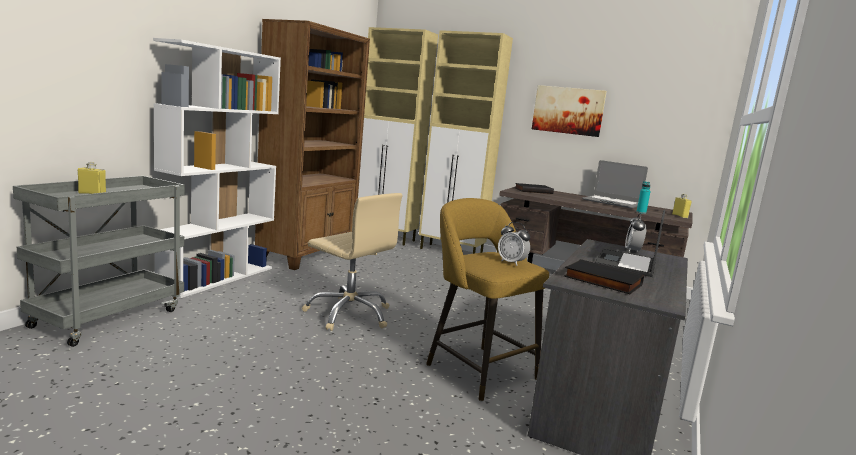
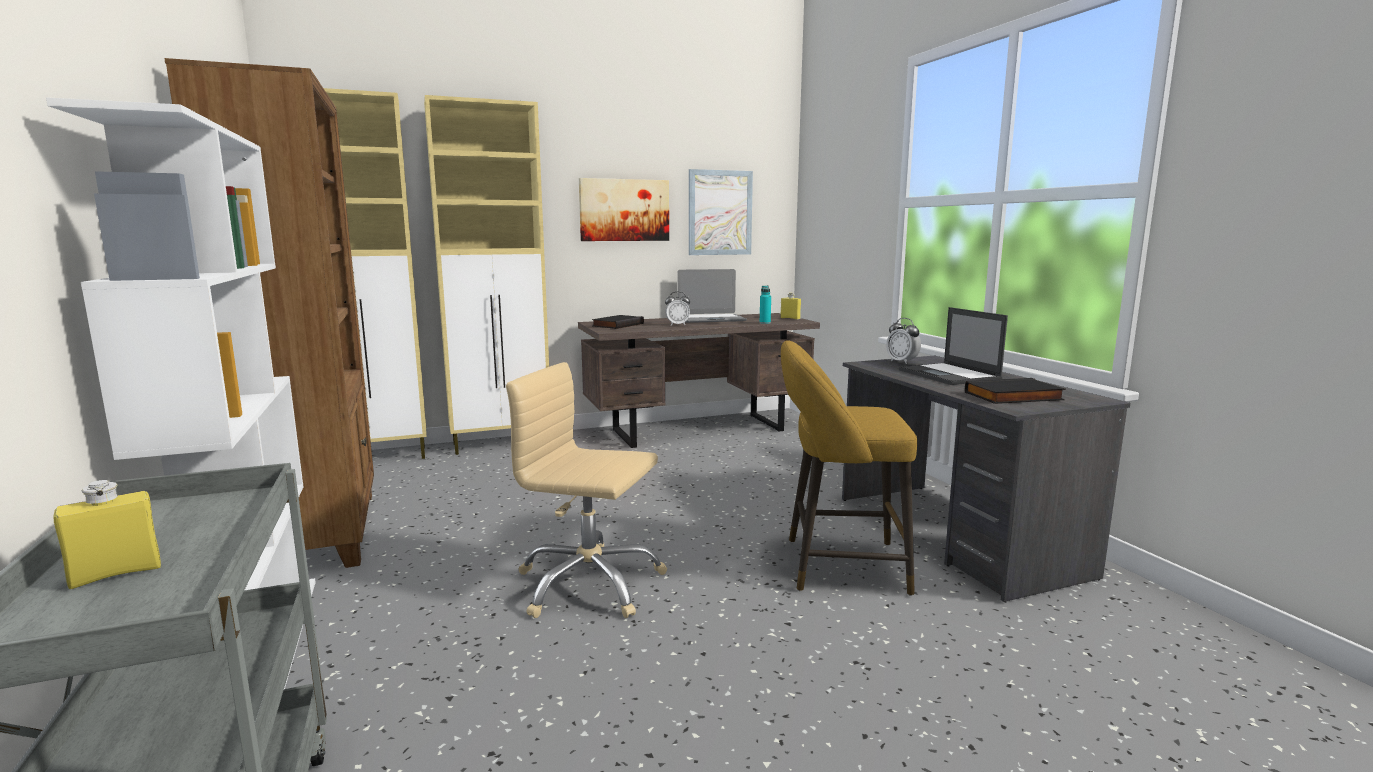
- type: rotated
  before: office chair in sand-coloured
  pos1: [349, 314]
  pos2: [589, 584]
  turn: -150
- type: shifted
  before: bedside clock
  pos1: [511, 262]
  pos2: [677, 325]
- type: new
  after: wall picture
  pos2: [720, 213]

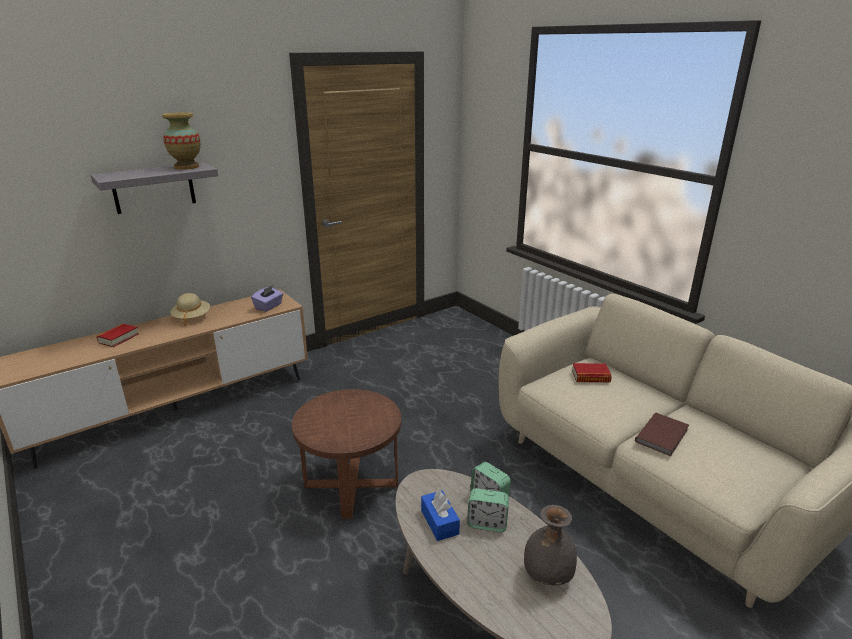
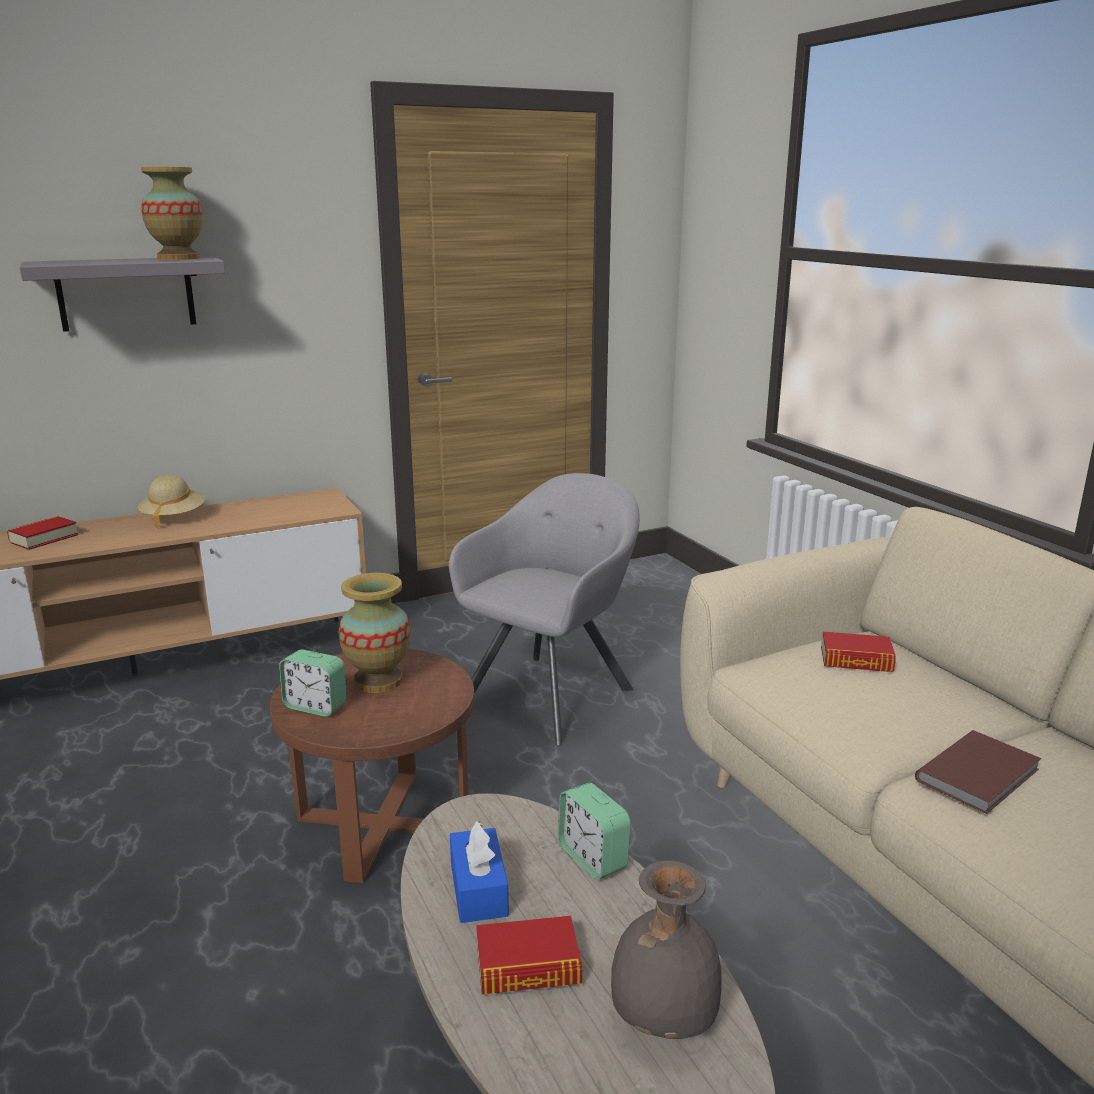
- type: gone
  before: box of tissues in purple-coloured
  pos1: [269, 306]
- type: shifted
  before: bedside clock
  pos1: [487, 523]
  pos2: [315, 706]
- type: new
  after: decorative vase
  pos2: [378, 681]
- type: new
  after: armchair in gray
  pos2: [551, 693]
- type: new
  after: volume
  pos2: [528, 966]

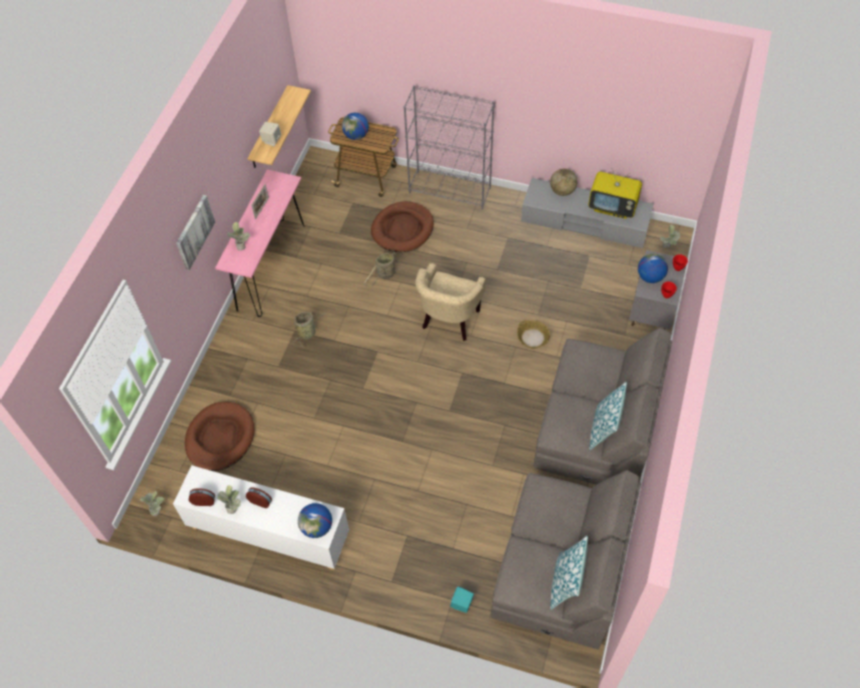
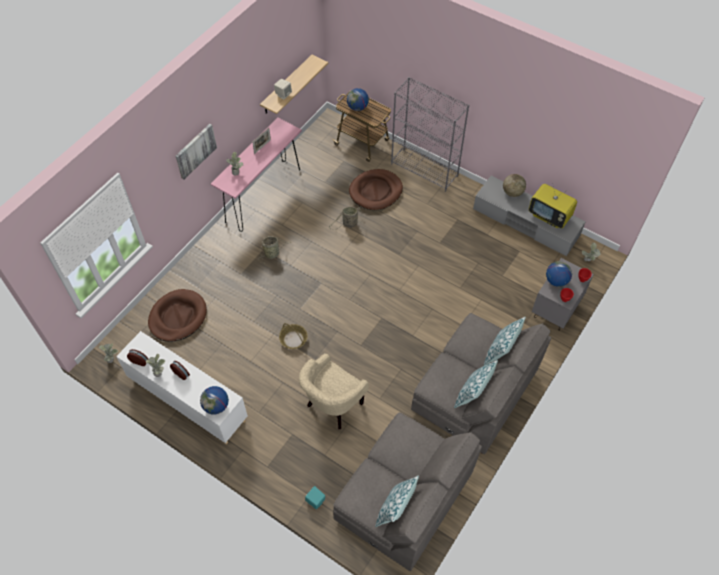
- type: shifted
  before: armchair in sand-coloured
  pos1: [449, 321]
  pos2: [332, 406]
- type: shifted
  before: household basket
  pos1: [533, 338]
  pos2: [293, 339]
- type: new
  after: pillow
  pos2: [501, 351]

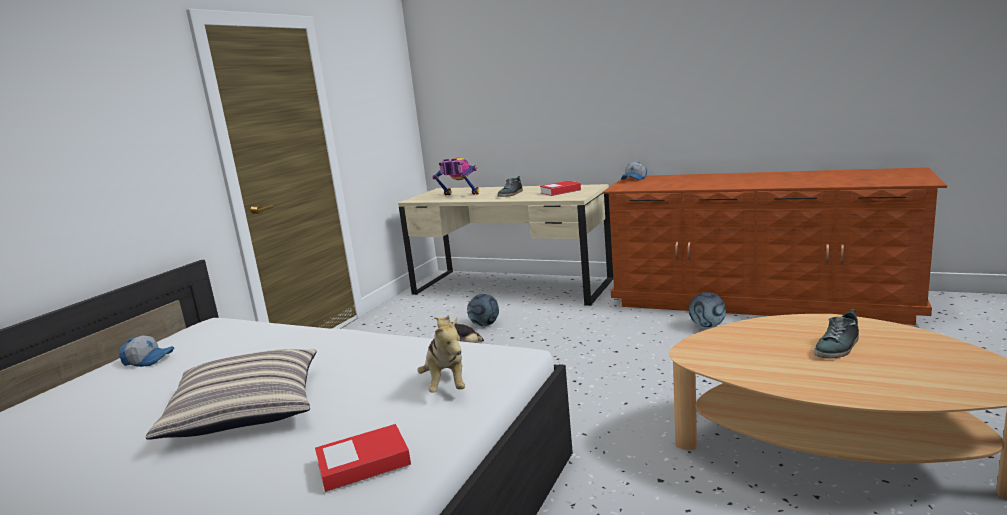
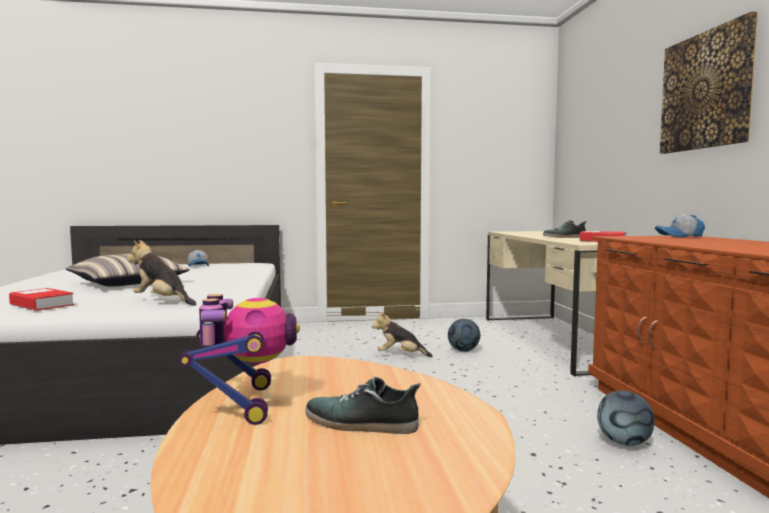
- type: rotated
  before: cuddly toy
  pos1: [446, 385]
  pos2: [162, 302]
  turn: 75
- type: shifted
  before: model robot
  pos1: [459, 195]
  pos2: [243, 404]
- type: new
  after: wall picture
  pos2: [706, 91]

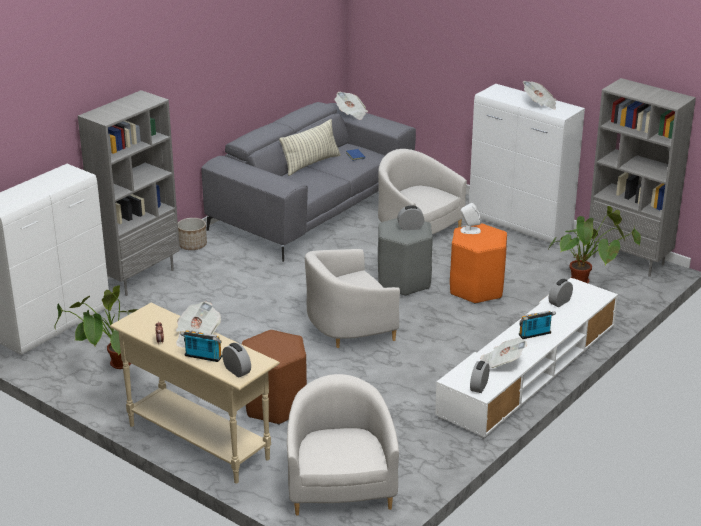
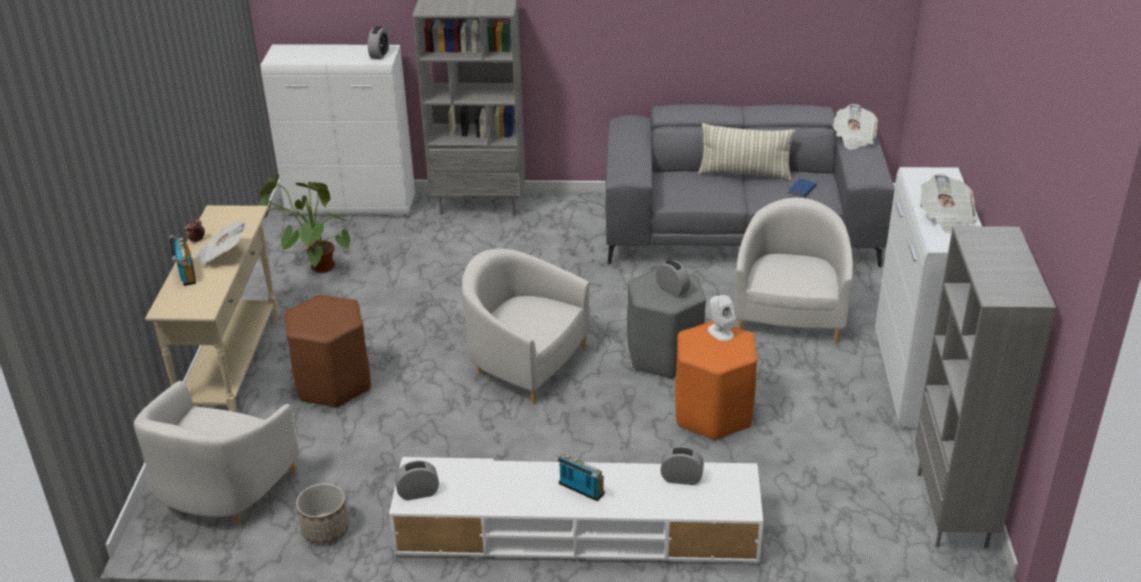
- type: shifted
  before: flower pot
  pos1: [192, 245]
  pos2: [326, 529]
- type: shifted
  before: bedside clock
  pos1: [237, 371]
  pos2: [379, 55]
- type: rotated
  before: armchair in whitish
  pos1: [340, 487]
  pos2: [223, 490]
  turn: 150
- type: gone
  before: printed paper
  pos1: [502, 363]
- type: gone
  before: potted plant
  pos1: [589, 281]

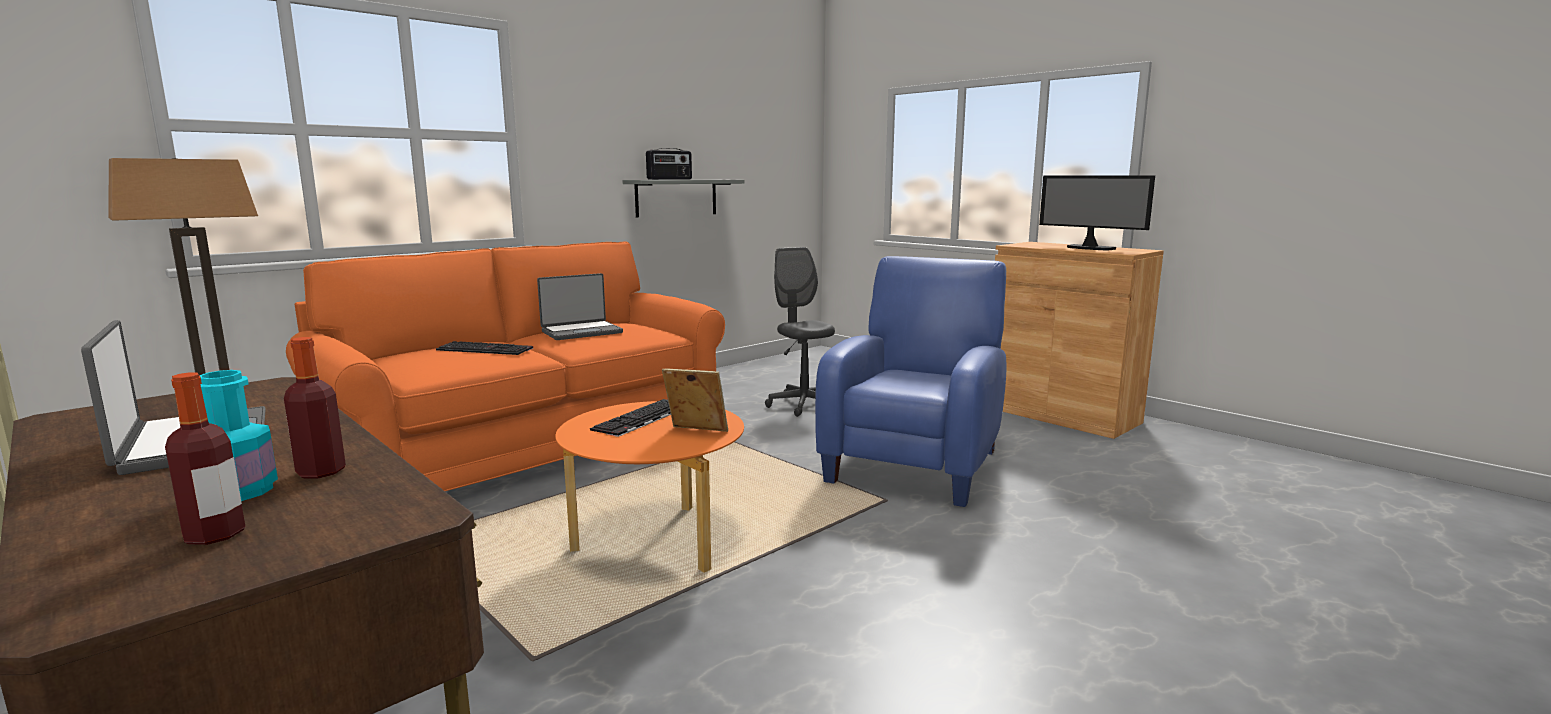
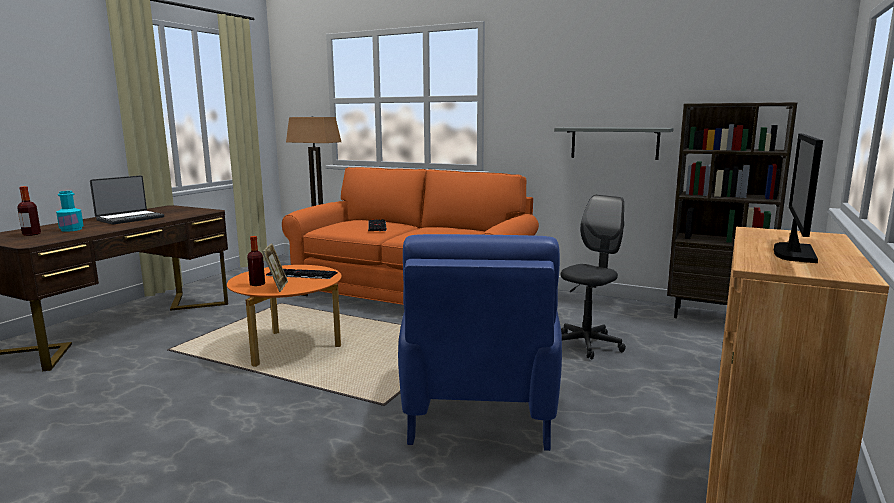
- type: shifted
  before: drink bottle
  pos1: [321, 472]
  pos2: [257, 284]
- type: gone
  before: portable computer
  pos1: [581, 332]
- type: gone
  before: radio set
  pos1: [670, 179]
- type: rotated
  before: armchair in blue
  pos1: [916, 463]
  pos2: [479, 409]
  turn: 90
- type: new
  after: bookshelf in brownish
  pos2: [716, 317]

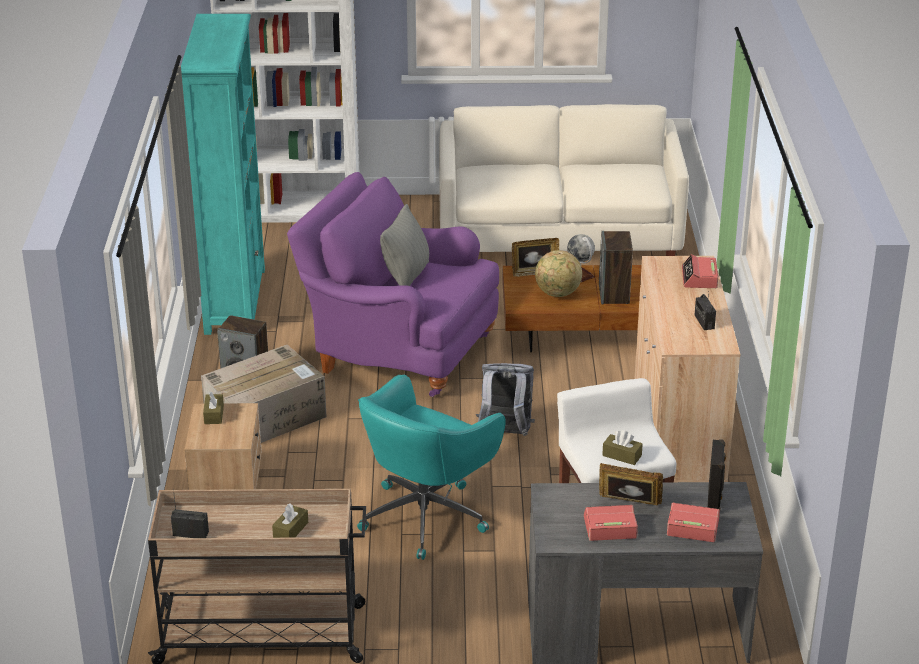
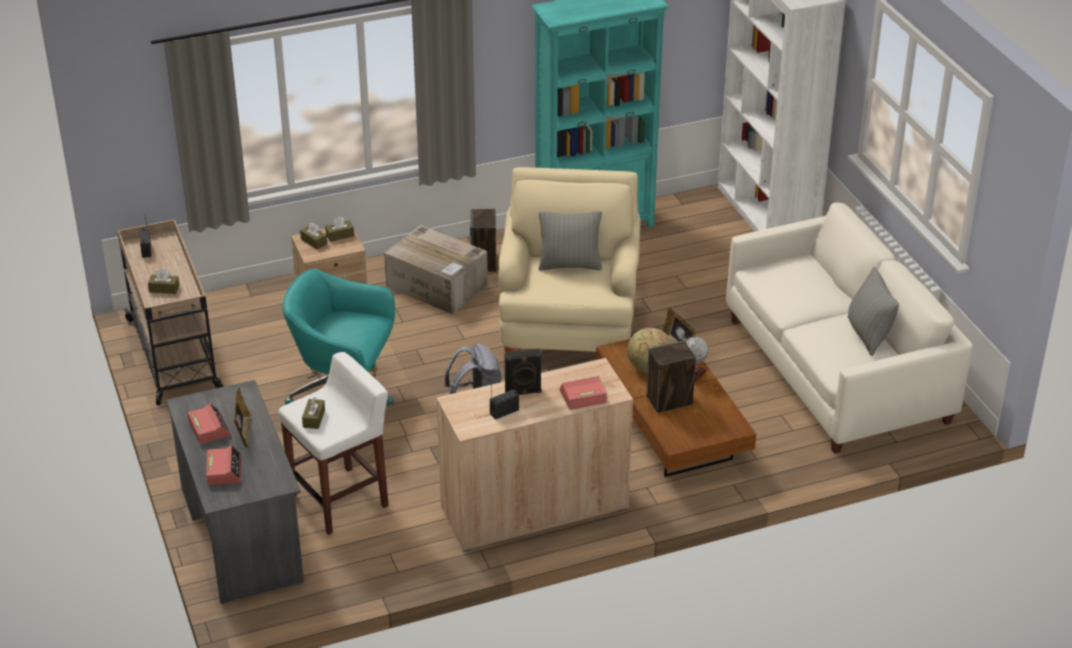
- type: repainted
  before: armchair in purple-coloured
  after: armchair in sand-coloured
  pos1: [398, 351]
  pos2: [569, 325]
- type: shifted
  before: speaker in black-coloured
  pos1: [714, 500]
  pos2: [523, 393]
- type: new
  after: box of tissues in brownish
  pos2: [314, 241]
- type: new
  after: pillow in gray
  pos2: [868, 335]

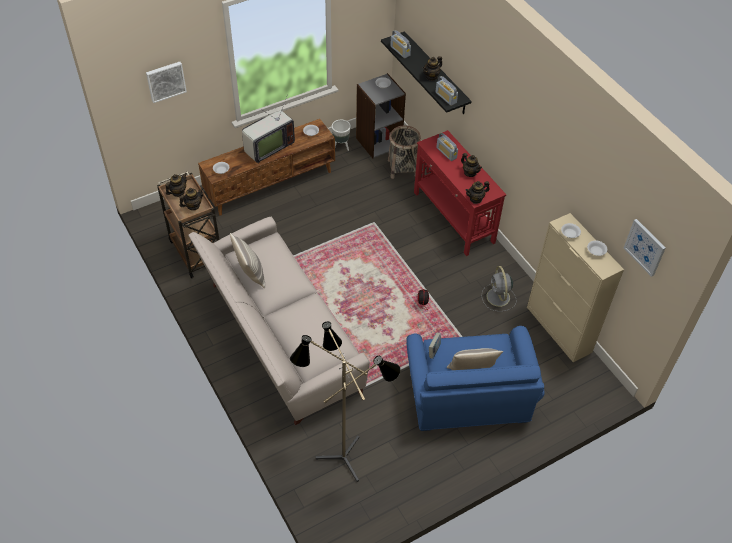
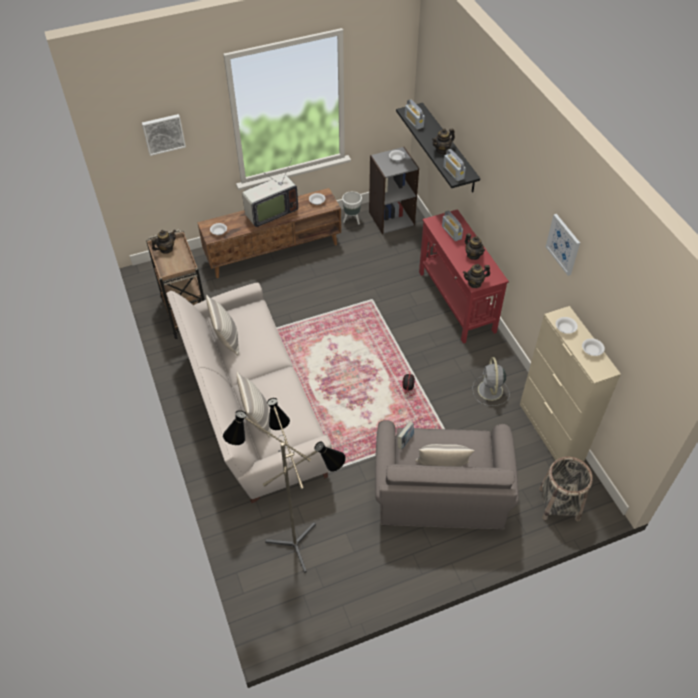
- type: gone
  before: pot for tea
  pos1: [193, 206]
- type: shifted
  before: household basket
  pos1: [403, 168]
  pos2: [559, 504]
- type: repainted
  before: armchair in blue
  after: armchair in gray
  pos1: [468, 393]
  pos2: [440, 490]
- type: shifted
  before: wall picture
  pos1: [645, 247]
  pos2: [563, 244]
- type: new
  after: pillow
  pos2: [257, 418]

